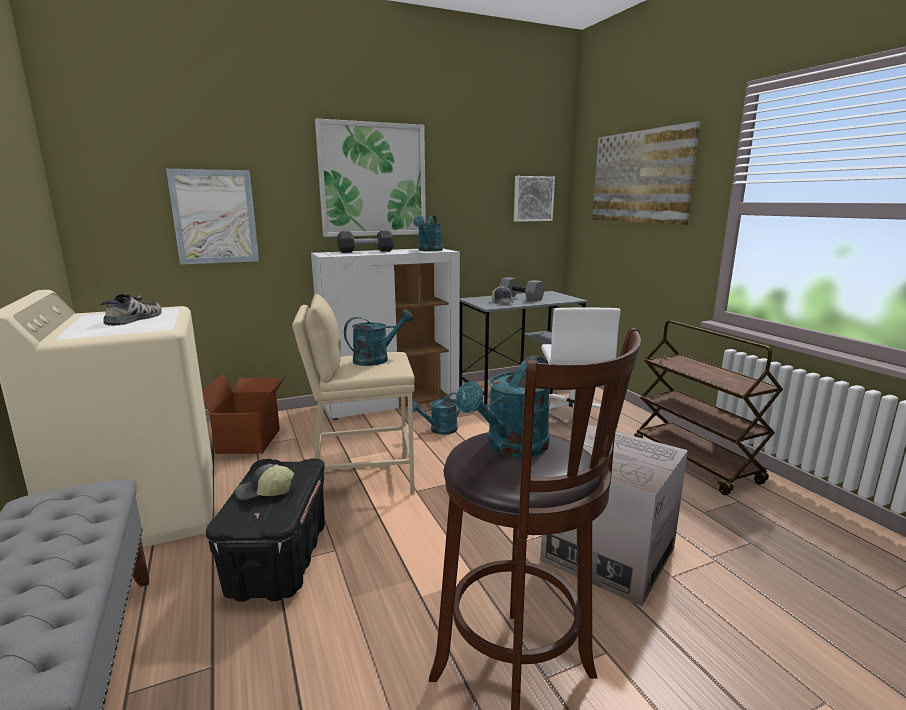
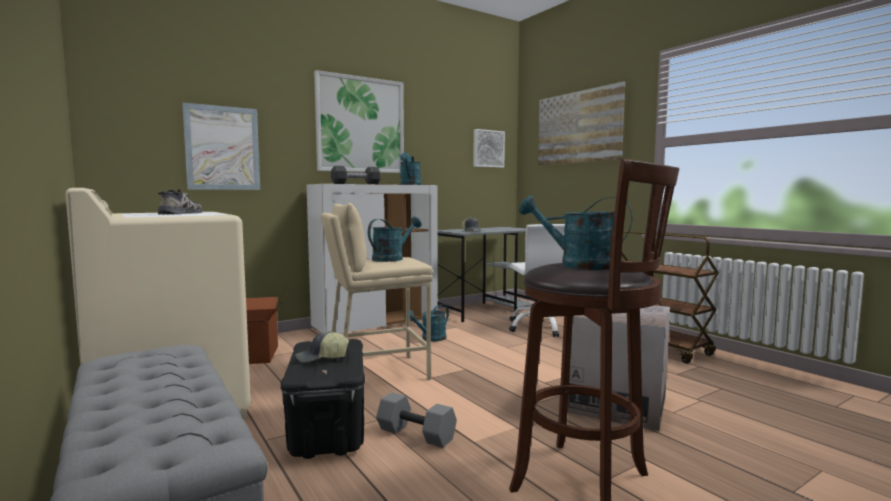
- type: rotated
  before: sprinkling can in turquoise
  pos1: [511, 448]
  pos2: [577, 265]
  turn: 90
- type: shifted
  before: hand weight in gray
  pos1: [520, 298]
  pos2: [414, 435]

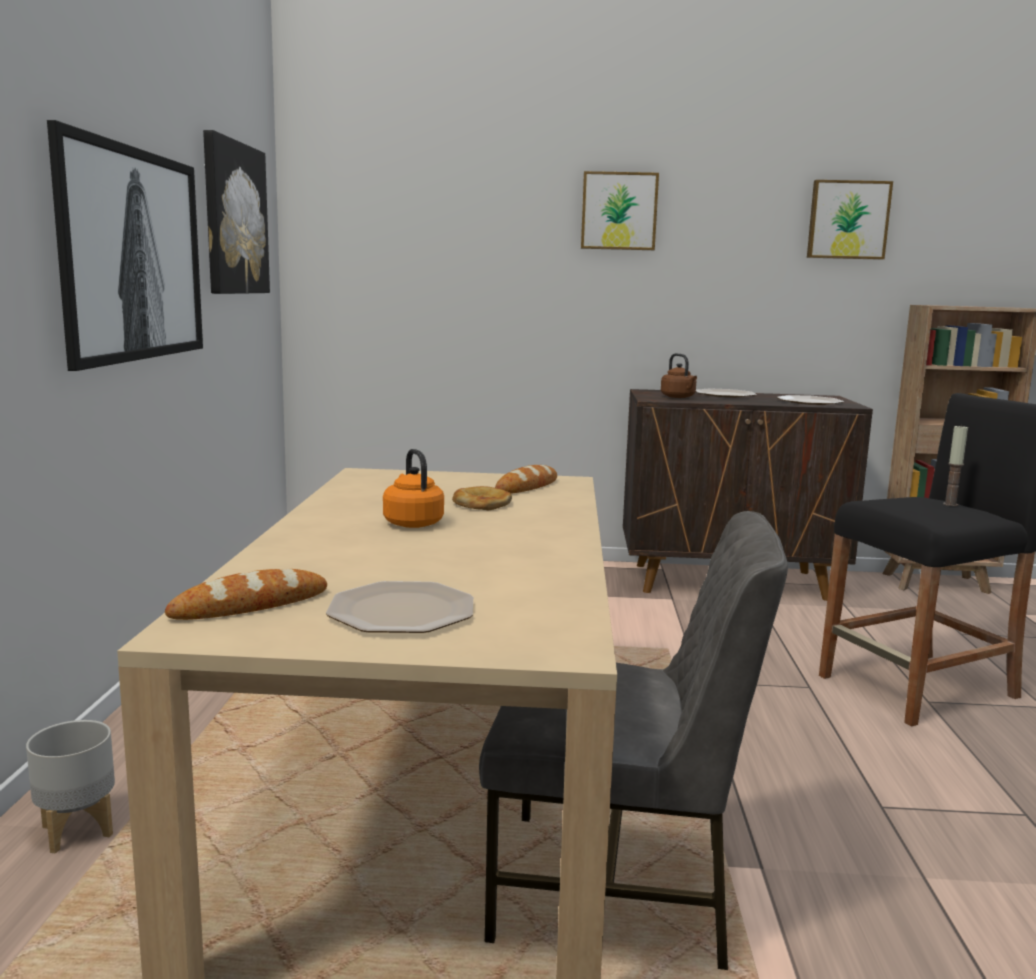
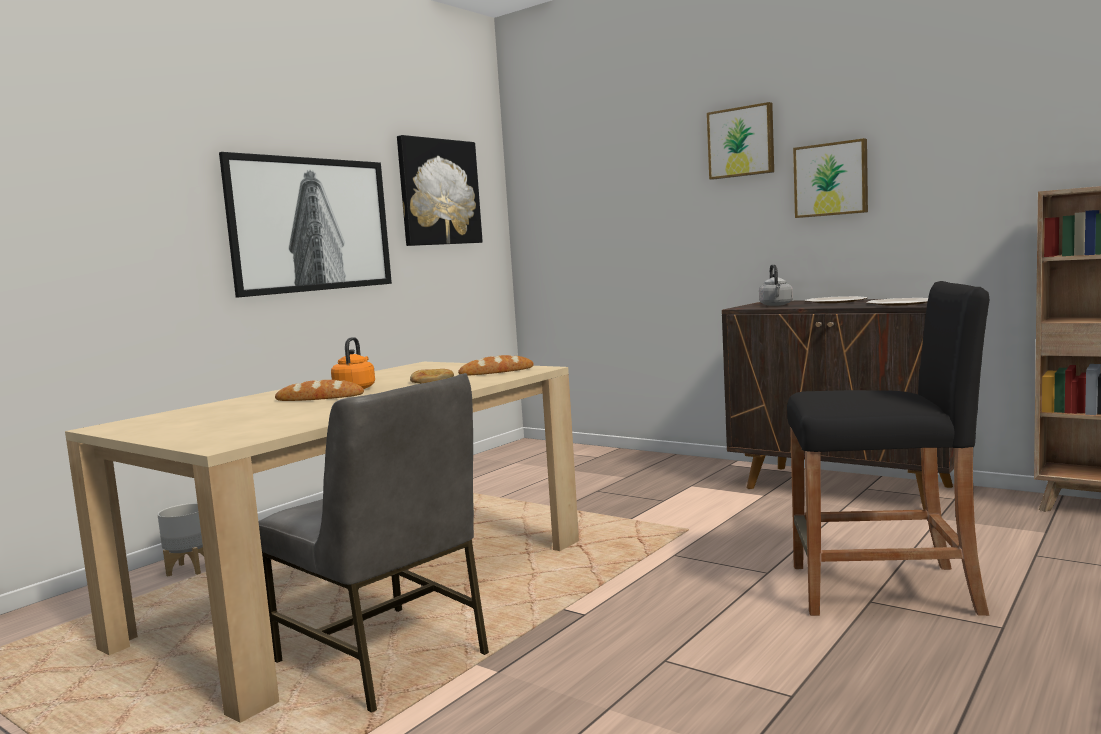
- type: shifted
  before: bakery bread
  pos1: [250, 605]
  pos2: [320, 398]
- type: gone
  before: dinner plate
  pos1: [402, 611]
- type: repainted
  before: tea kettle in brownish
  after: tea kettle in gray
  pos1: [679, 397]
  pos2: [776, 305]
- type: shifted
  before: wall picture
  pos1: [847, 220]
  pos2: [831, 179]
- type: gone
  before: candle
  pos1: [950, 504]

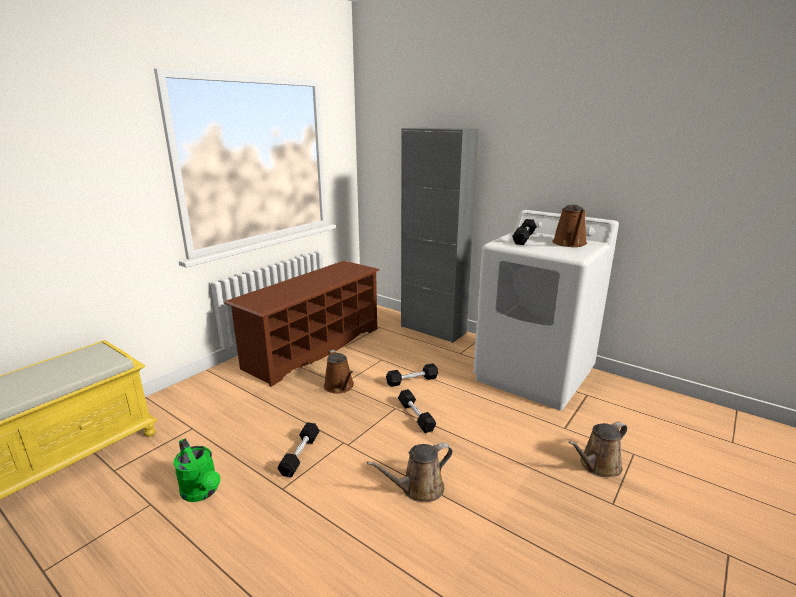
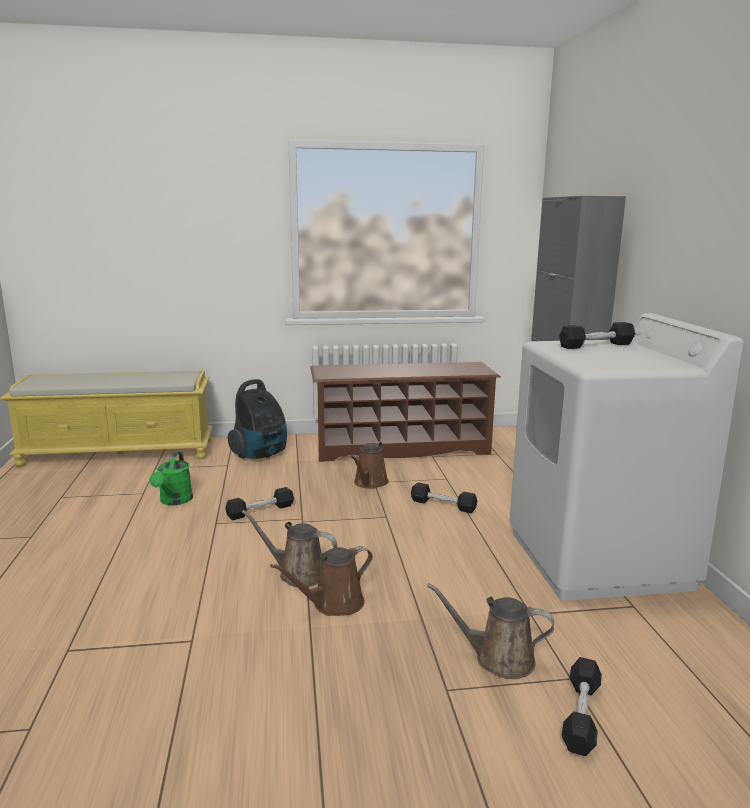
- type: shifted
  before: hand weight in black-coloured
  pos1: [416, 416]
  pos2: [581, 715]
- type: shifted
  before: sprinkling can in brownish
  pos1: [570, 244]
  pos2: [333, 604]
- type: new
  after: vacuum cleaner
  pos2: [261, 455]

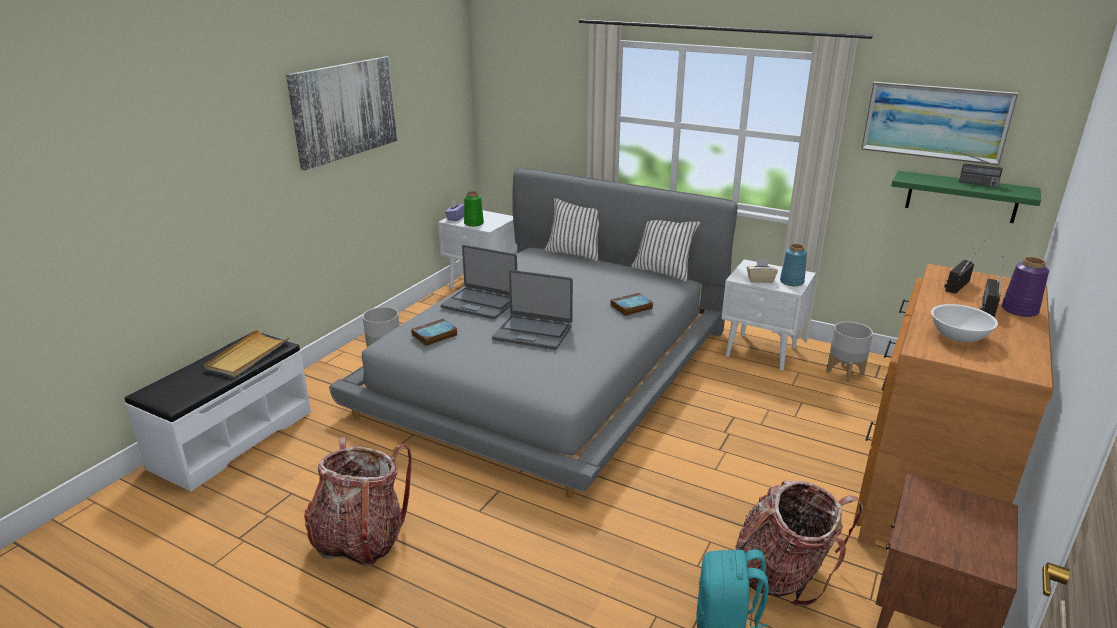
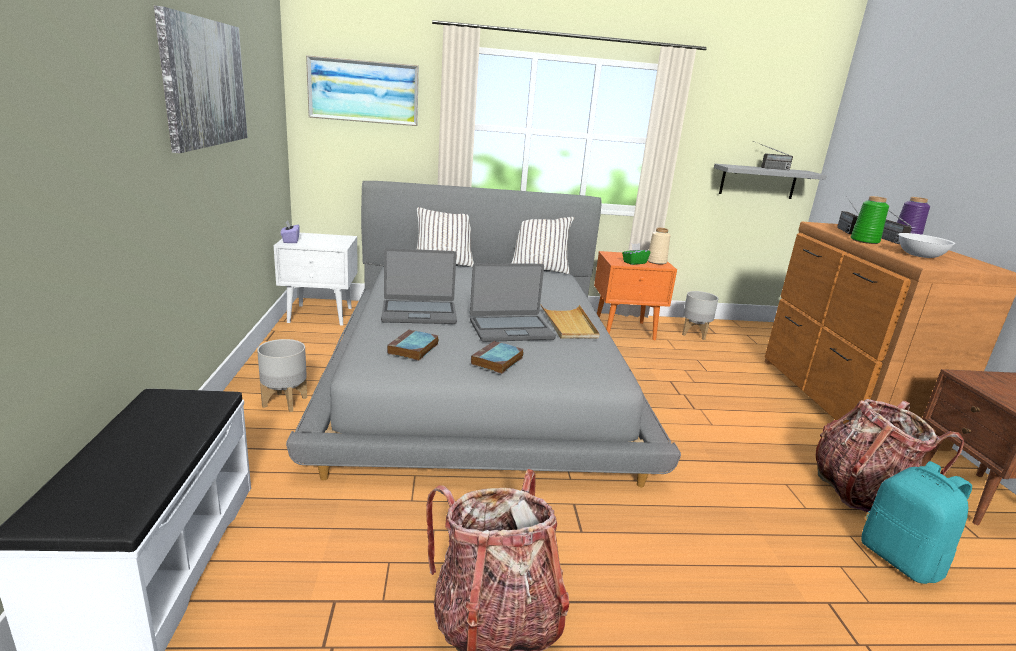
- type: shifted
  before: carrying tray in sand-coloured
  pos1: [248, 356]
  pos2: [569, 324]
- type: shifted
  before: decorative vase in green-coloured
  pos1: [474, 223]
  pos2: [864, 241]
- type: shifted
  before: volume
  pos1: [631, 307]
  pos2: [497, 361]
- type: repainted
  before: bedside table in whitish
  after: bedside table in orange
  pos1: [762, 352]
  pos2: [625, 330]
- type: repainted
  before: box of tissues in sand-coloured
  after: box of tissues in green-coloured
  pos1: [760, 280]
  pos2: [634, 262]
- type: repainted
  before: decorative vase in blue
  after: decorative vase in sand-coloured
  pos1: [791, 282]
  pos2: [656, 261]
- type: shifted
  before: wall picture
  pos1: [935, 122]
  pos2: [363, 91]
- type: repainted
  before: bracket shelf in green-coloured
  after: bracket shelf in gray
  pos1: [962, 197]
  pos2: [758, 181]

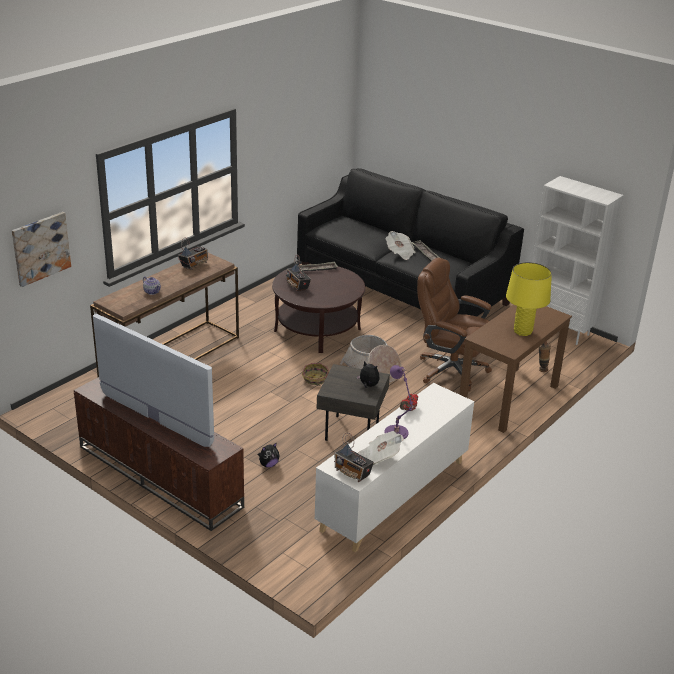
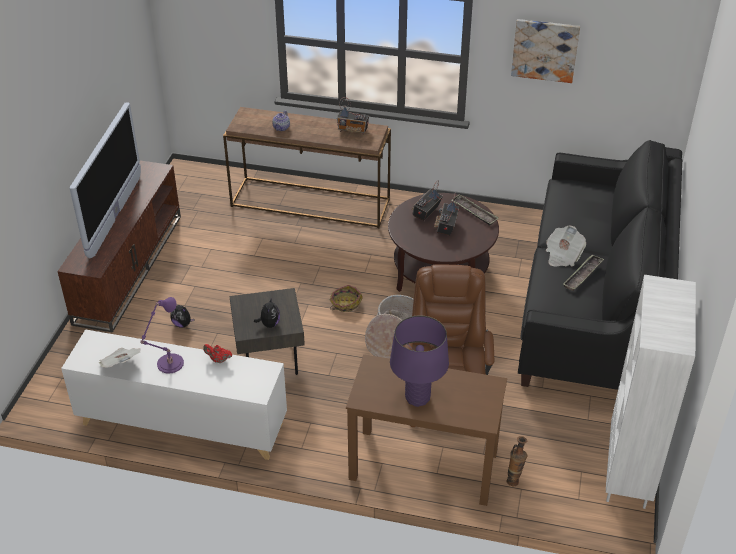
- type: shifted
  before: wall picture
  pos1: [40, 248]
  pos2: [545, 50]
- type: shifted
  before: radio set
  pos1: [352, 473]
  pos2: [446, 227]
- type: repainted
  before: table lamp in yellow
  after: table lamp in purple-coloured
  pos1: [522, 331]
  pos2: [417, 398]

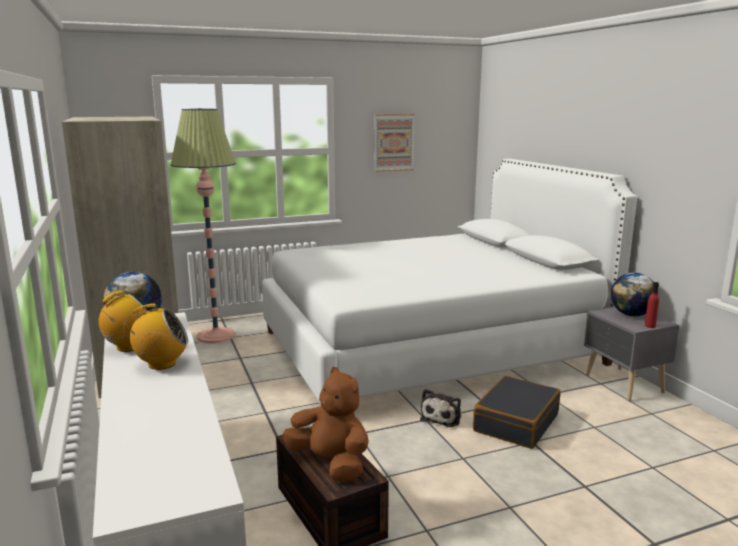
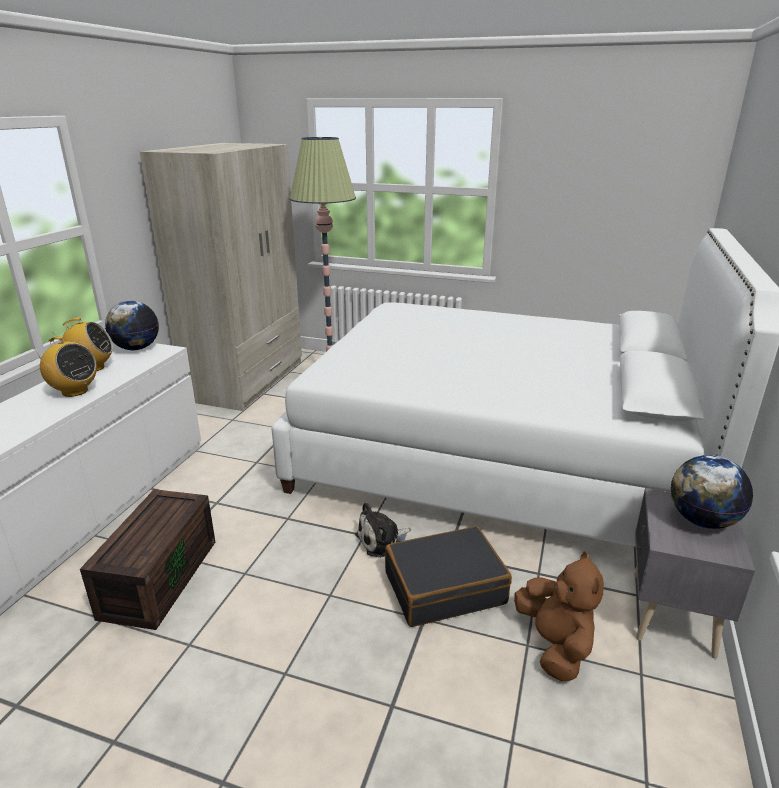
- type: shifted
  before: cuddly toy in brownish
  pos1: [330, 463]
  pos2: [555, 645]
- type: gone
  before: wall picture
  pos1: [393, 142]
- type: gone
  before: drink bottle in red
  pos1: [650, 326]

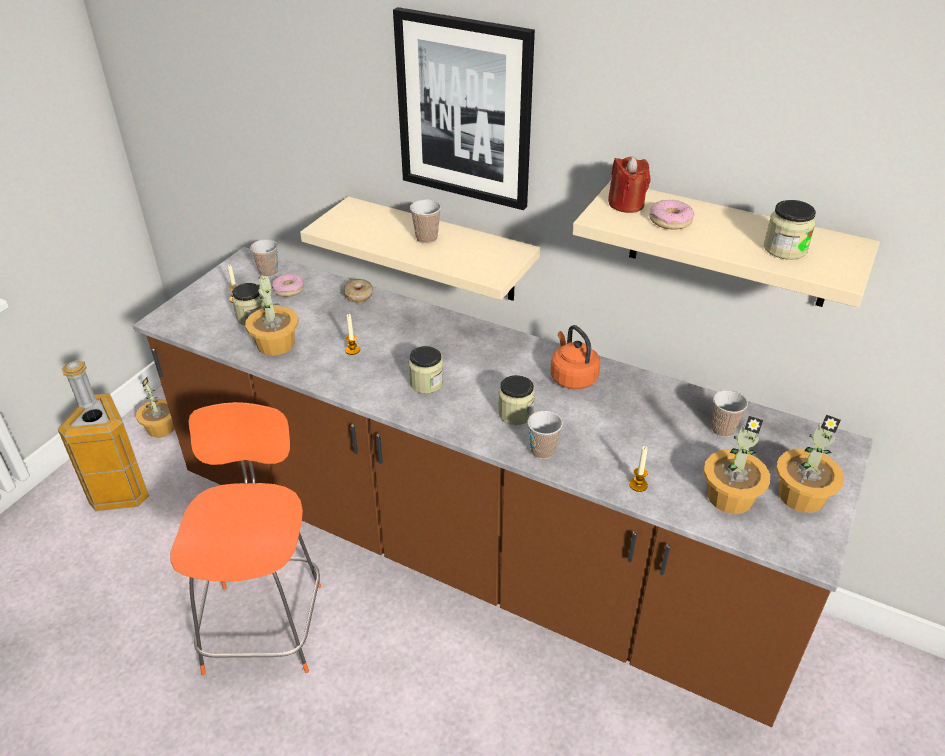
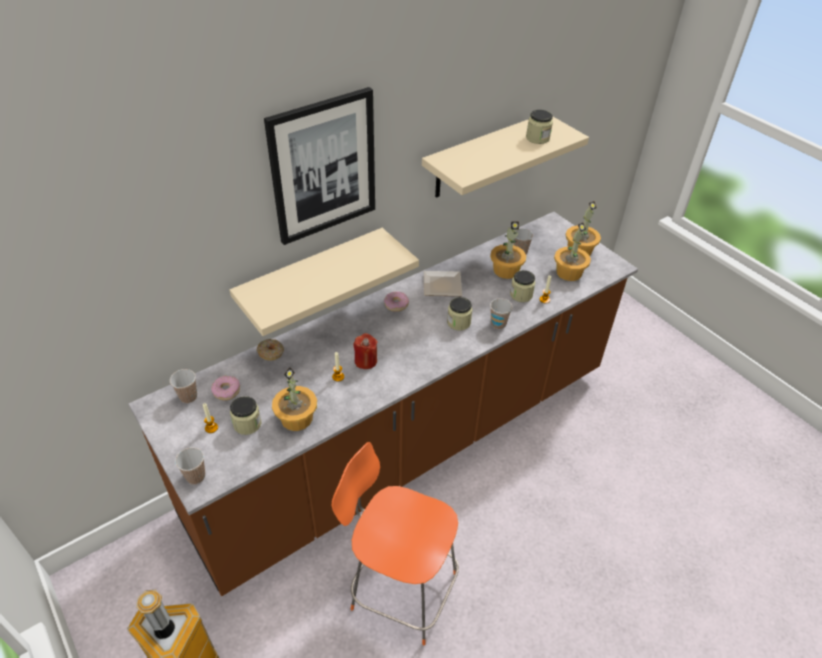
- type: shifted
  before: potted plant
  pos1: [162, 427]
  pos2: [506, 270]
- type: shifted
  before: jar
  pos1: [426, 383]
  pos2: [521, 295]
- type: shifted
  before: small cup
  pos1: [426, 238]
  pos2: [195, 477]
- type: swapped
  before: tea kettle in orange
  after: dinner plate
  pos1: [572, 377]
  pos2: [441, 286]
- type: shifted
  before: candle in red
  pos1: [626, 204]
  pos2: [366, 361]
- type: shifted
  before: ring doughnut
  pos1: [670, 221]
  pos2: [396, 304]

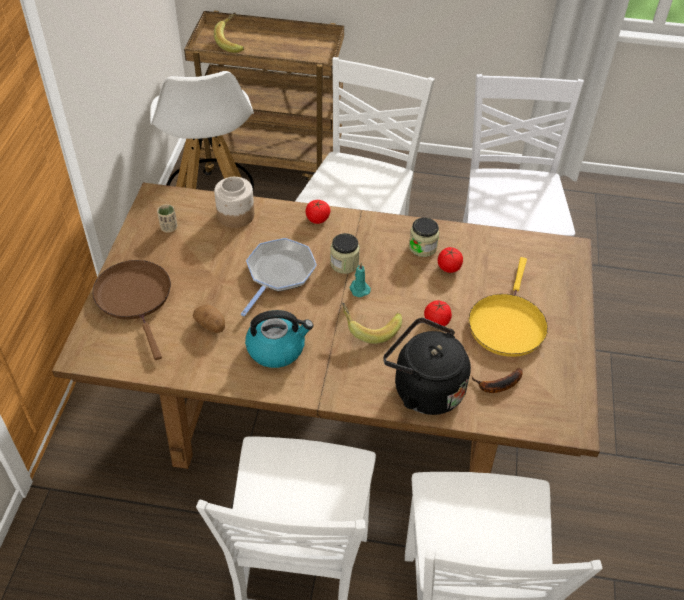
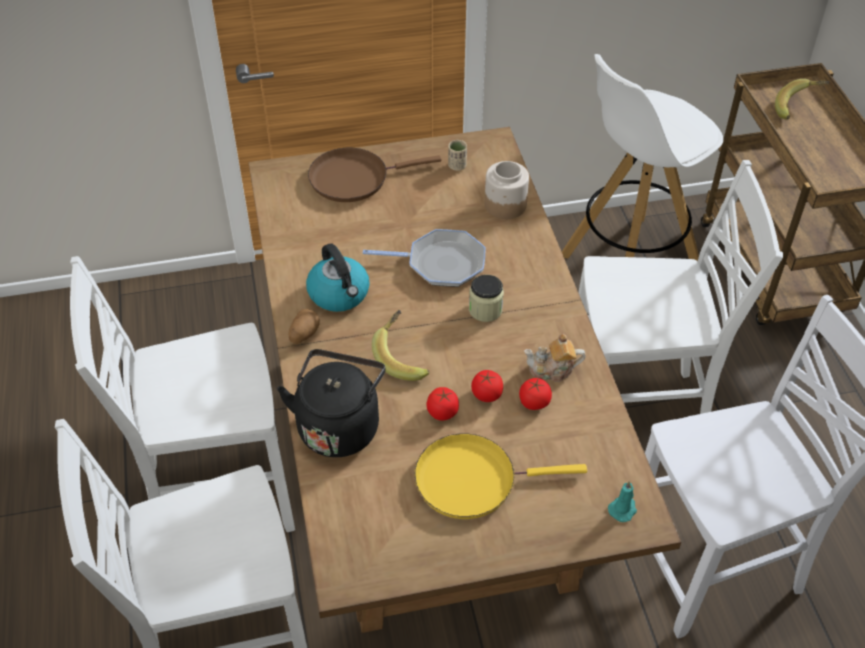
- type: rotated
  before: skillet in brownish
  pos1: [135, 298]
  pos2: [354, 178]
  turn: -150
- type: shifted
  before: potato
  pos1: [211, 325]
  pos2: [303, 334]
- type: shifted
  before: tomato
  pos1: [317, 219]
  pos2: [486, 394]
- type: shifted
  before: candle in turquoise
  pos1: [359, 289]
  pos2: [623, 509]
- type: swapped
  before: jar
  after: pot for tea
  pos1: [422, 247]
  pos2: [552, 370]
- type: gone
  before: banana fruit
  pos1: [497, 385]

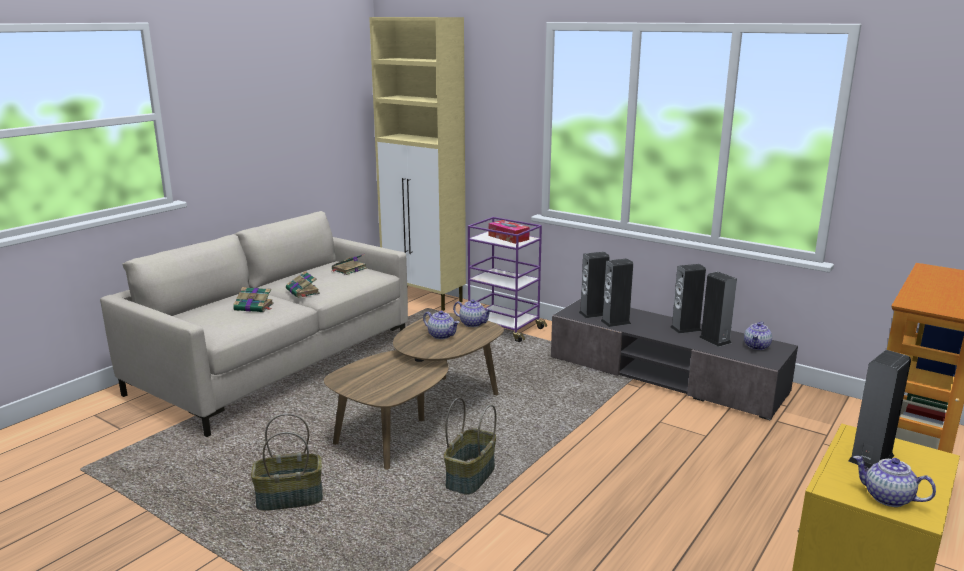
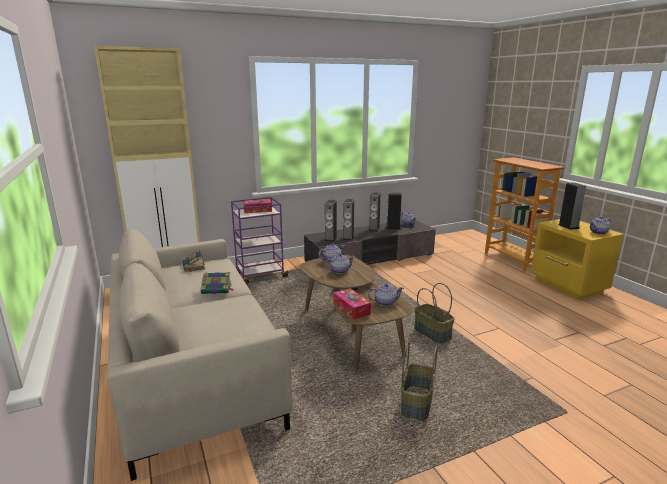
- type: gone
  before: volume
  pos1: [254, 307]
- type: new
  after: box of tissues
  pos2: [351, 309]
- type: new
  after: pot for tea
  pos2: [385, 302]

